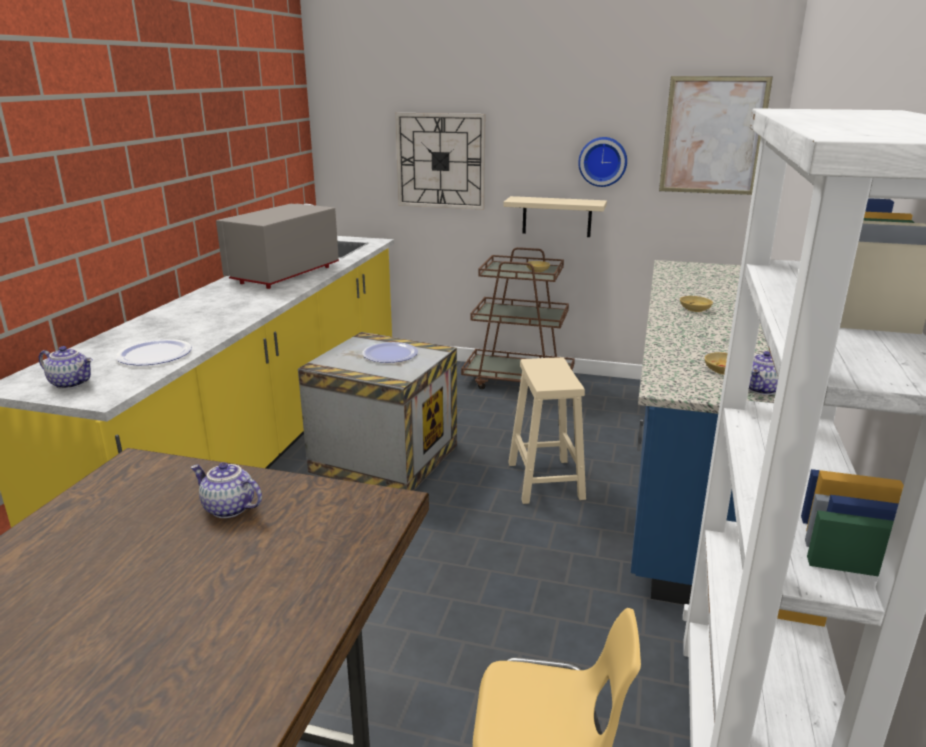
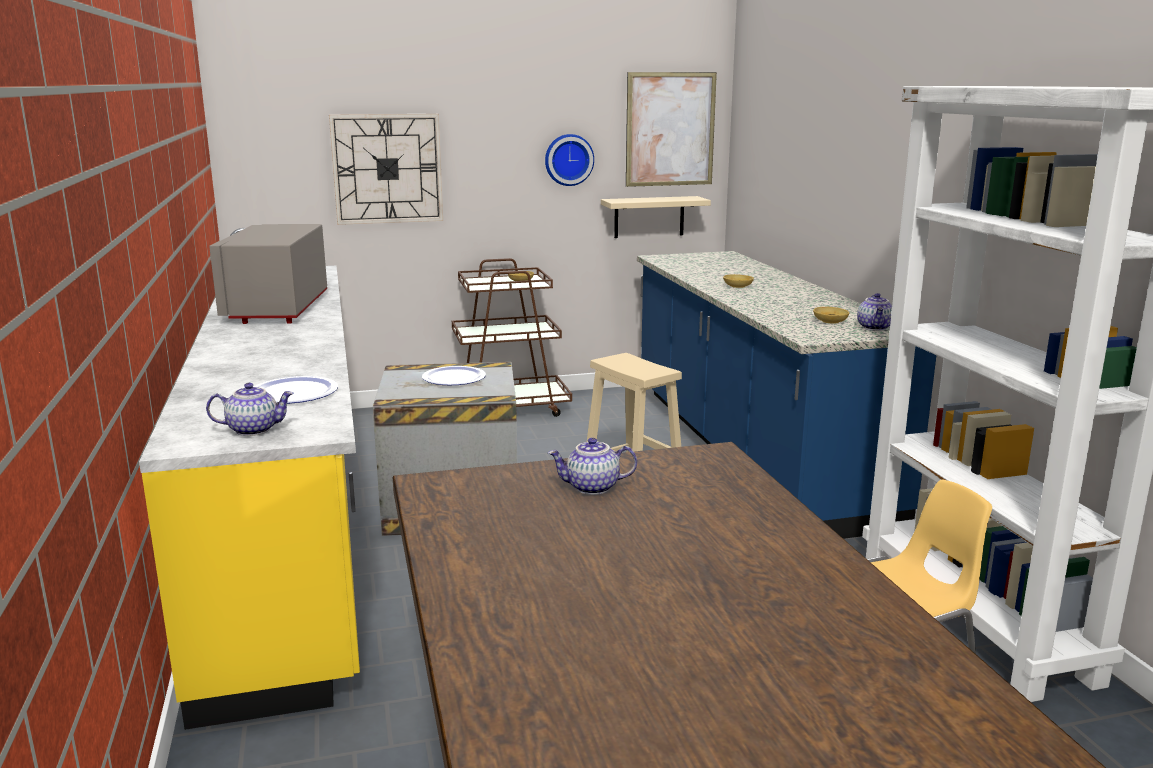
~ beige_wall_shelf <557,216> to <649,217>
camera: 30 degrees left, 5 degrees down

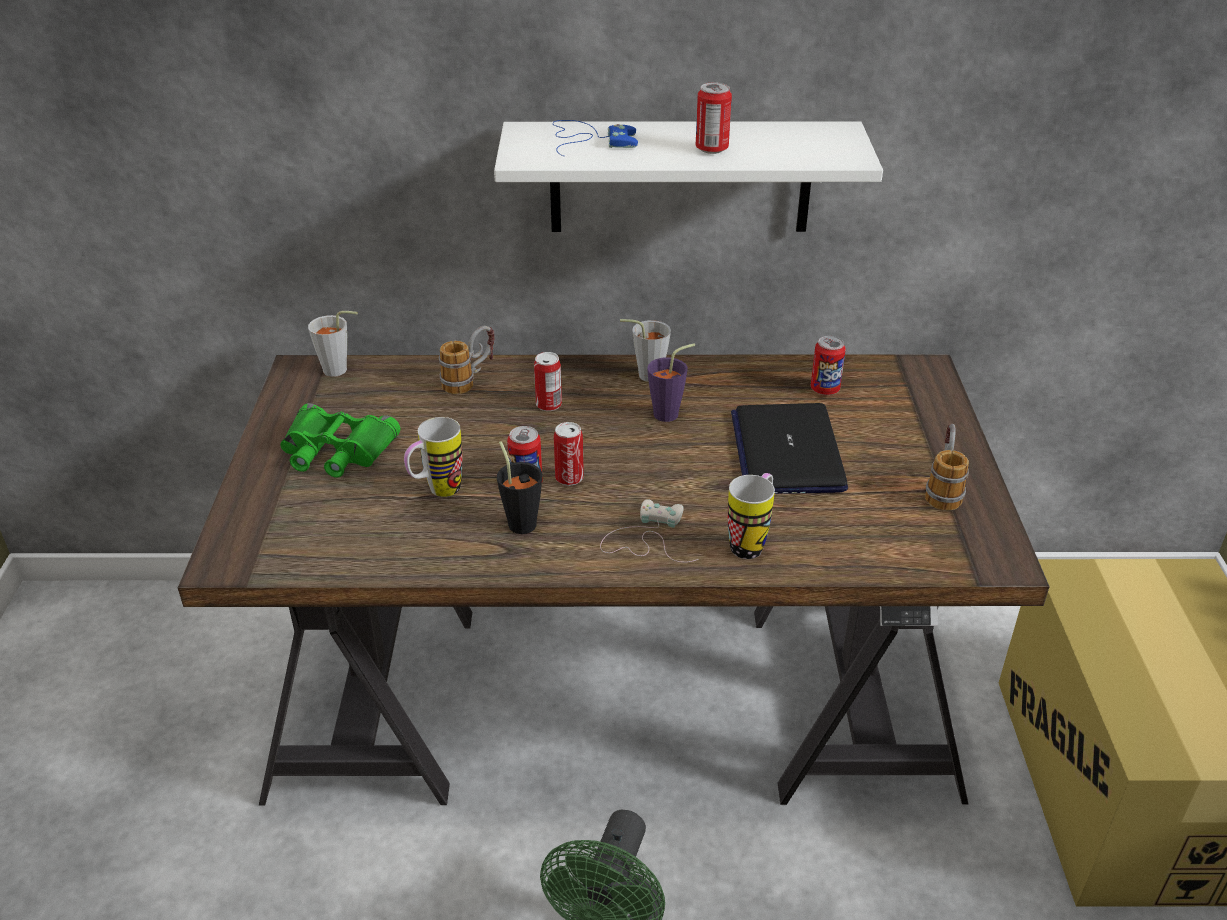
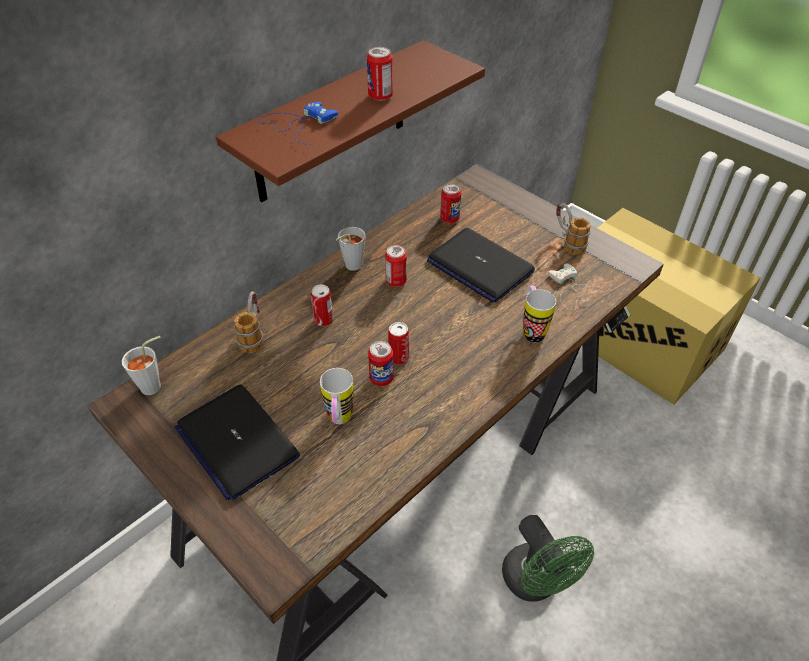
- black_cup <520,520>
~ white-coloured_gamepad <646,537> to <573,290>
~ green_field_glasses <336,450> to portable_computer <236,441>
~ purple-coloured_cup <671,413> to can <396,281>
~ white-coloured_wall_shelf <680,177> to brown-coloured_wall_shelf <331,123>
camera: 45 degrees left, 10 degrees up

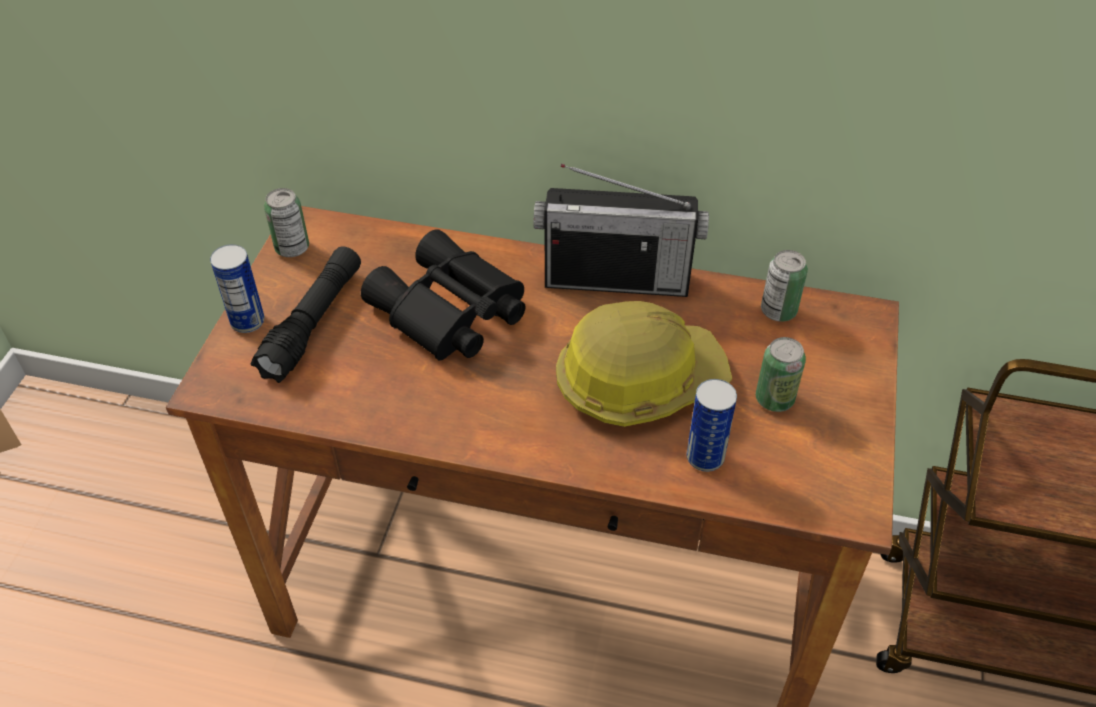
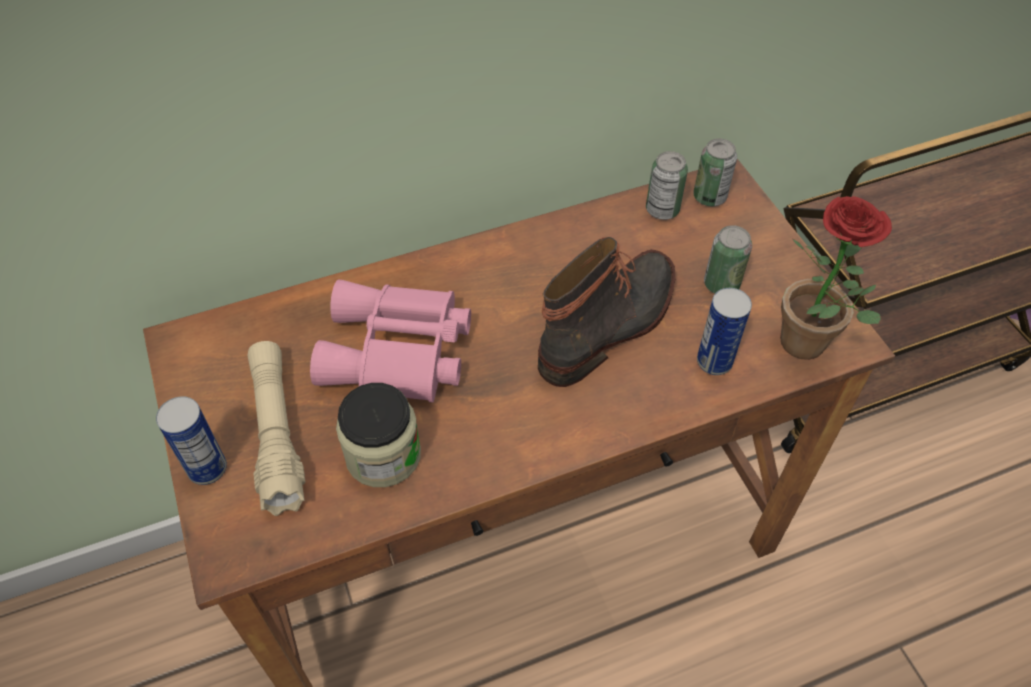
- radio_set <616,280>
+ preserve_jar <383,455>
+ plant_in_a_pot <810,349>
~ can <292,248> to <709,197>
~ hard_hat <638,381> to tall_boot <609,326>
~ black_torch <313,323> to beige_torch <277,433>
~ black_field_glasses <448,313> to pink_field_glasses <398,354>
camera: 35 degrees left, 5 degrees up

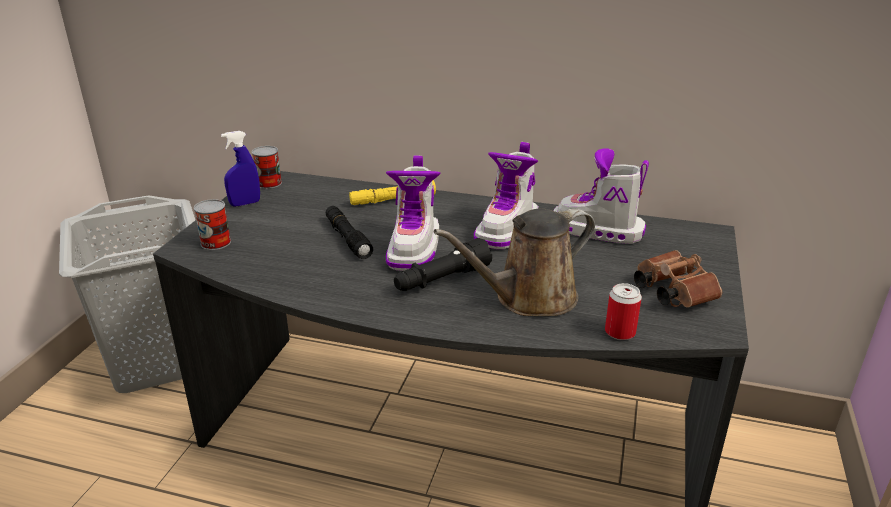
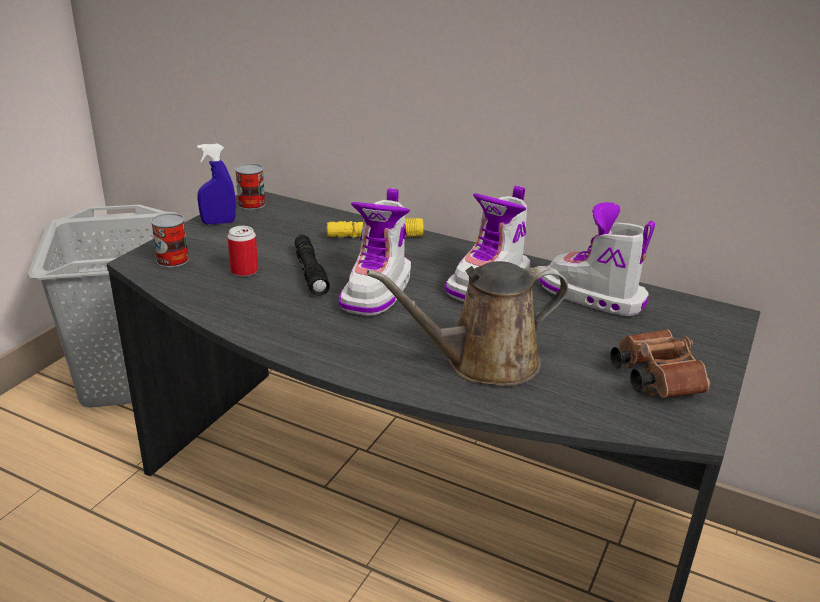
- black_torch <441,280>
~ can <620,332> to <244,271>
camera: 10 degrees right, 0 degrees up

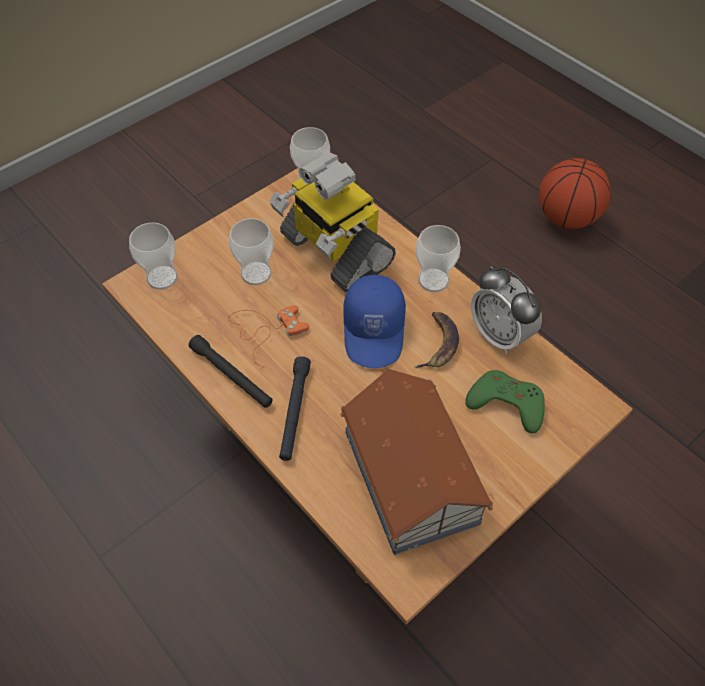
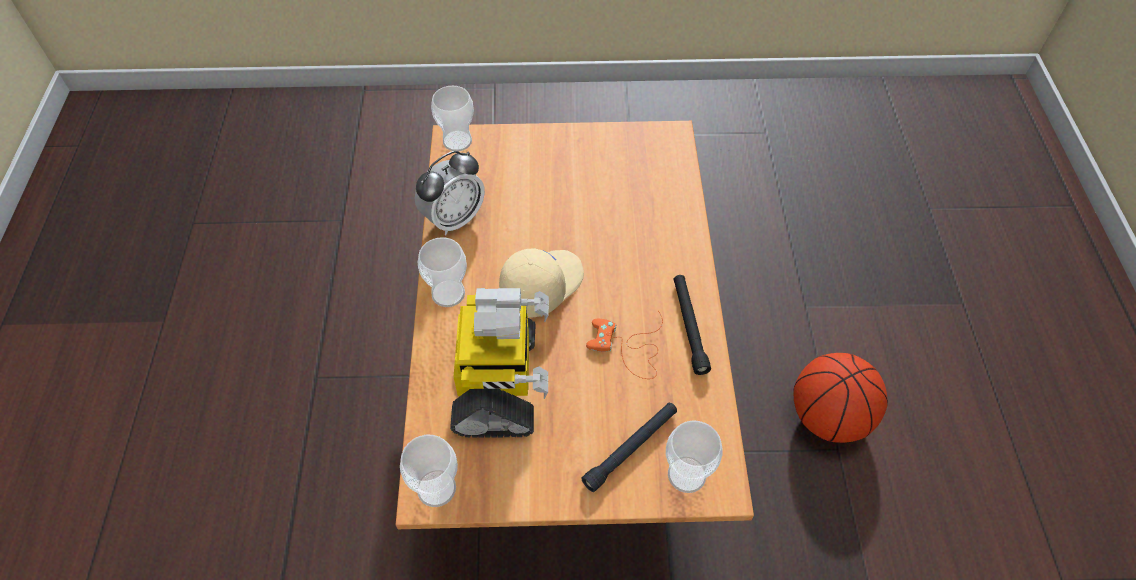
- model_house <411,474>
- whole_banana <438,343>
- green_gamepad <506,403>
~ cup <256,273> to <457,141>
~ black_torch <294,412> to <631,448>
~ ball_for_basketball <566,218> to <827,418>
~ bluish_peaked_cap <375,331> to beige_peaked_cap <541,284>
~ bedside_clock <499,335> = <454,219> 45 degrees clockwise
camera: 140 degrees left, 0 degrees up

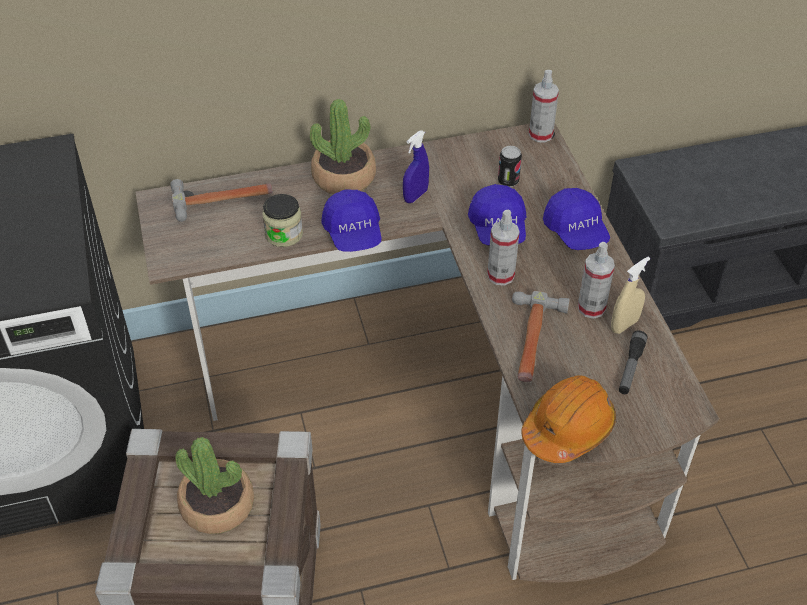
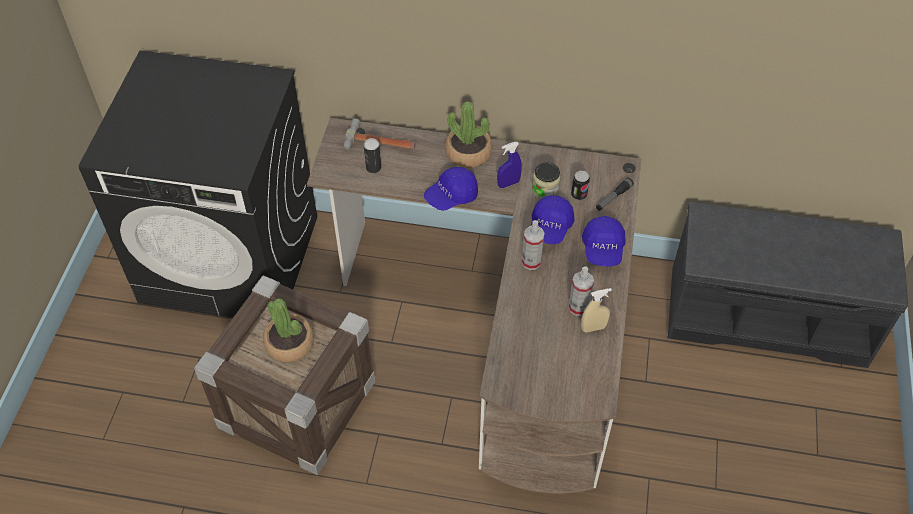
- hammer <533,341>
- orange-coloured_hard_hat <568,428>
- sprayer <540,134>
+ can <373,167>
~ preserve_jar <284,234> to <545,190>
~ torch <630,367> to <613,198>
~ bluish_peaked_cap <353,233> = <451,196> 45 degrees clockwise
camera: 25 degrees right, 5 degrees up

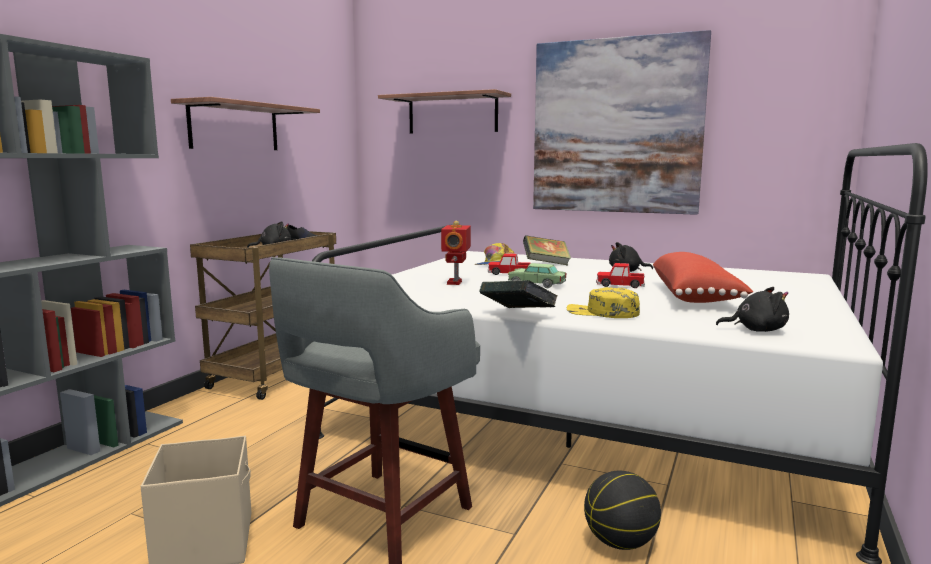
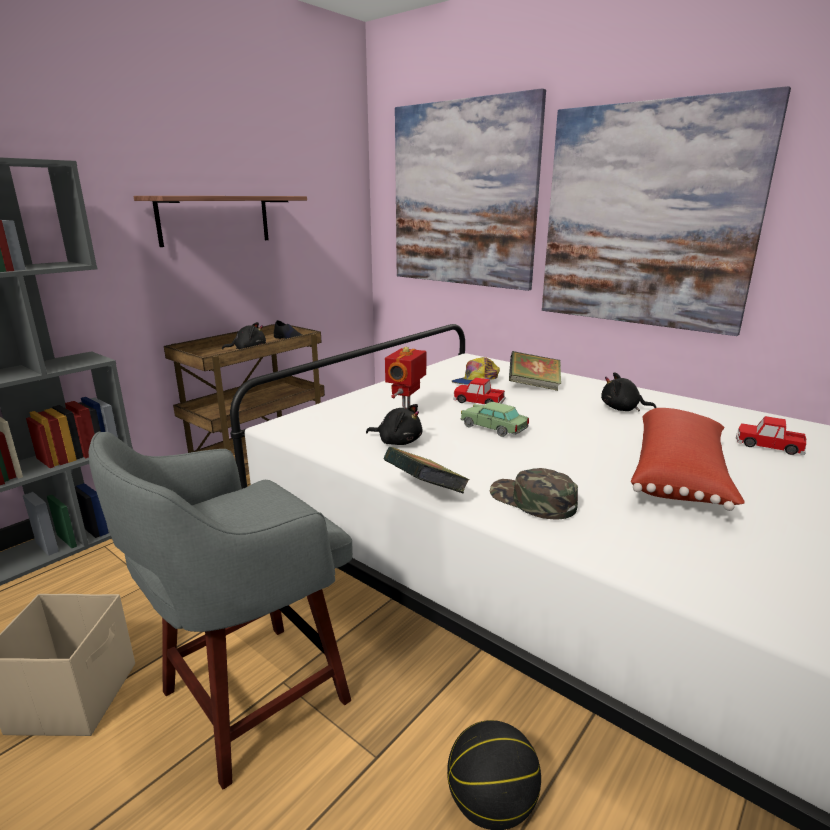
~ model_car <620,285> to <768,445>
~ black_plush_toy <756,330> to <398,442>
~ wall_shelf <452,114> to wall_picture <463,195>
~ yellow-coloured_peaked_cap <602,313> to green_peaked_cap <532,500>
camera: 15 degrees right, 10 degrees up

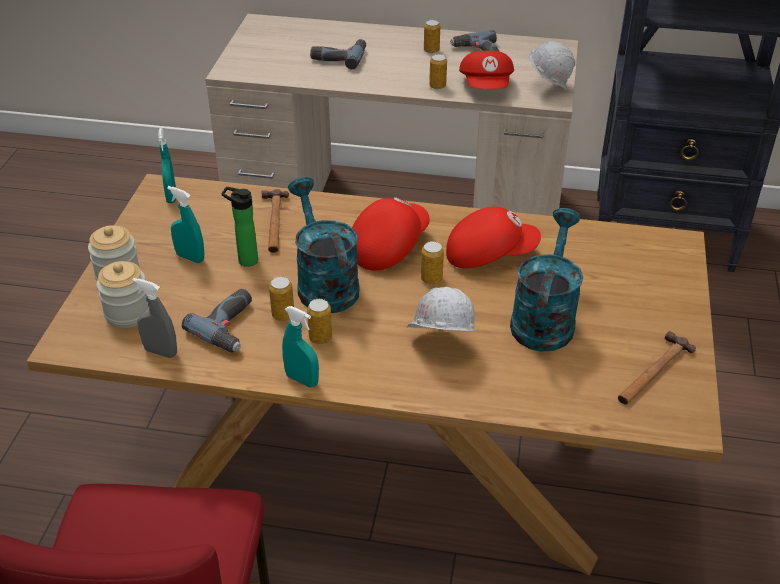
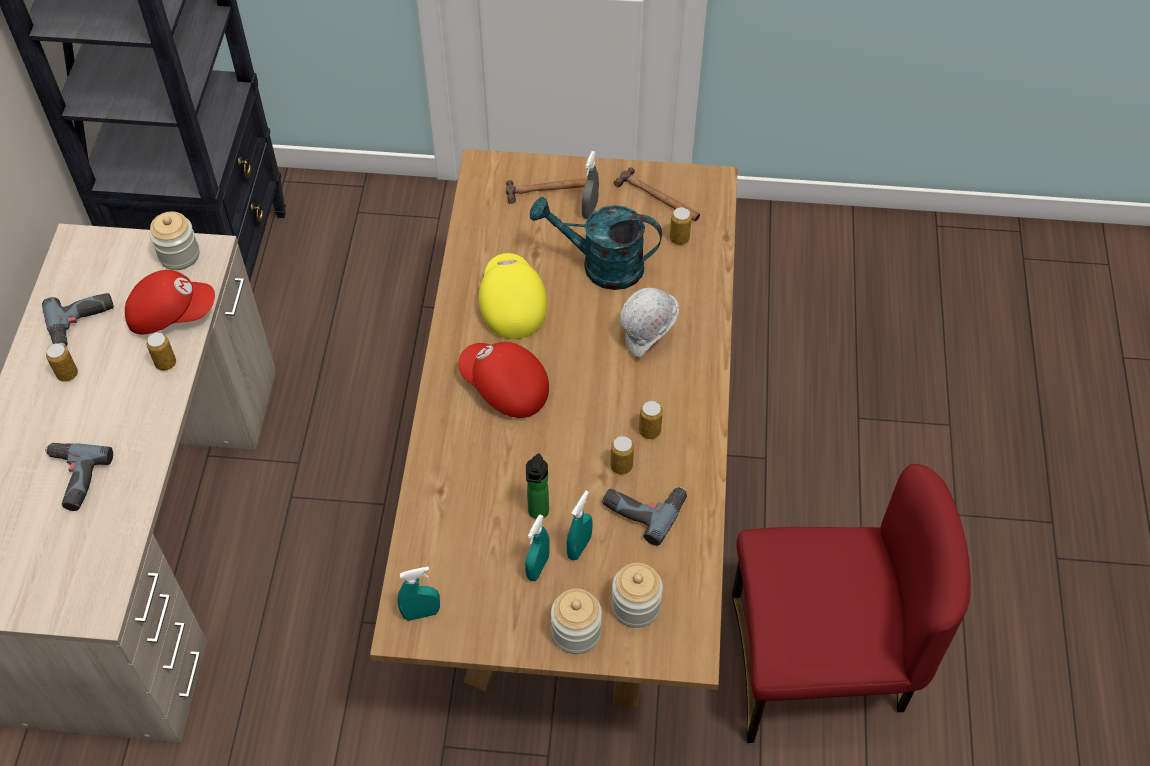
- turquoise-coloured_sprinkling_can <323,283>
~ grey_sprayer <160,352> to <590,209>
~ hammer <274,223> to <552,189>
~ turquoise-coloured_sprayer <302,380> to <579,547>
~ can <431,279> to <679,238>
~ white-coloured_hard_hat <548,87> to preserve_jar <179,255>
~ red_peaked_cap <489,254> to yellow-coloured_peaked_cap <511,305>
camera: 95 degrees left, 15 degrees up

